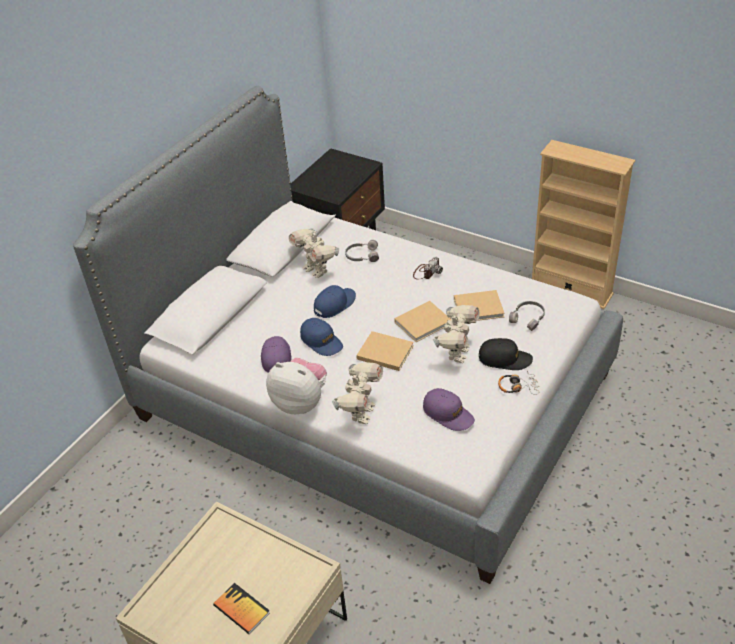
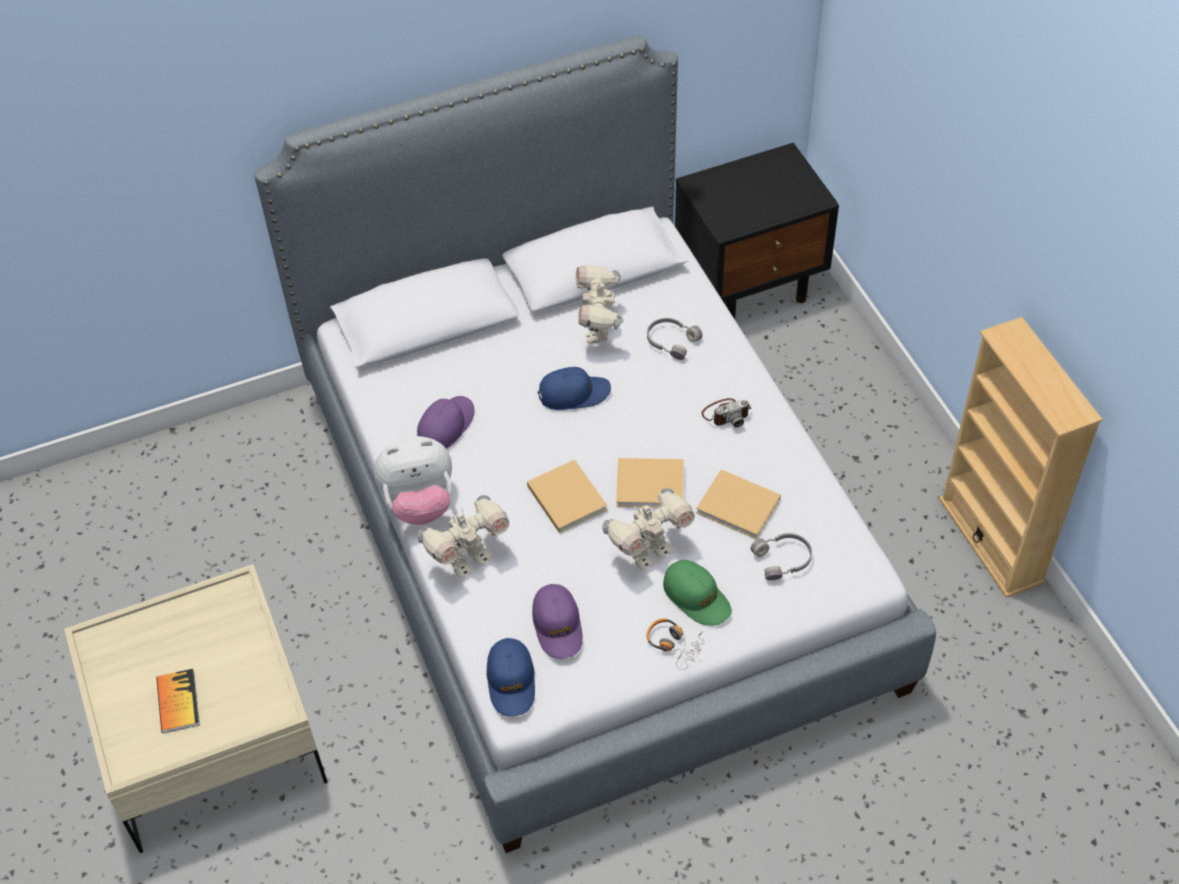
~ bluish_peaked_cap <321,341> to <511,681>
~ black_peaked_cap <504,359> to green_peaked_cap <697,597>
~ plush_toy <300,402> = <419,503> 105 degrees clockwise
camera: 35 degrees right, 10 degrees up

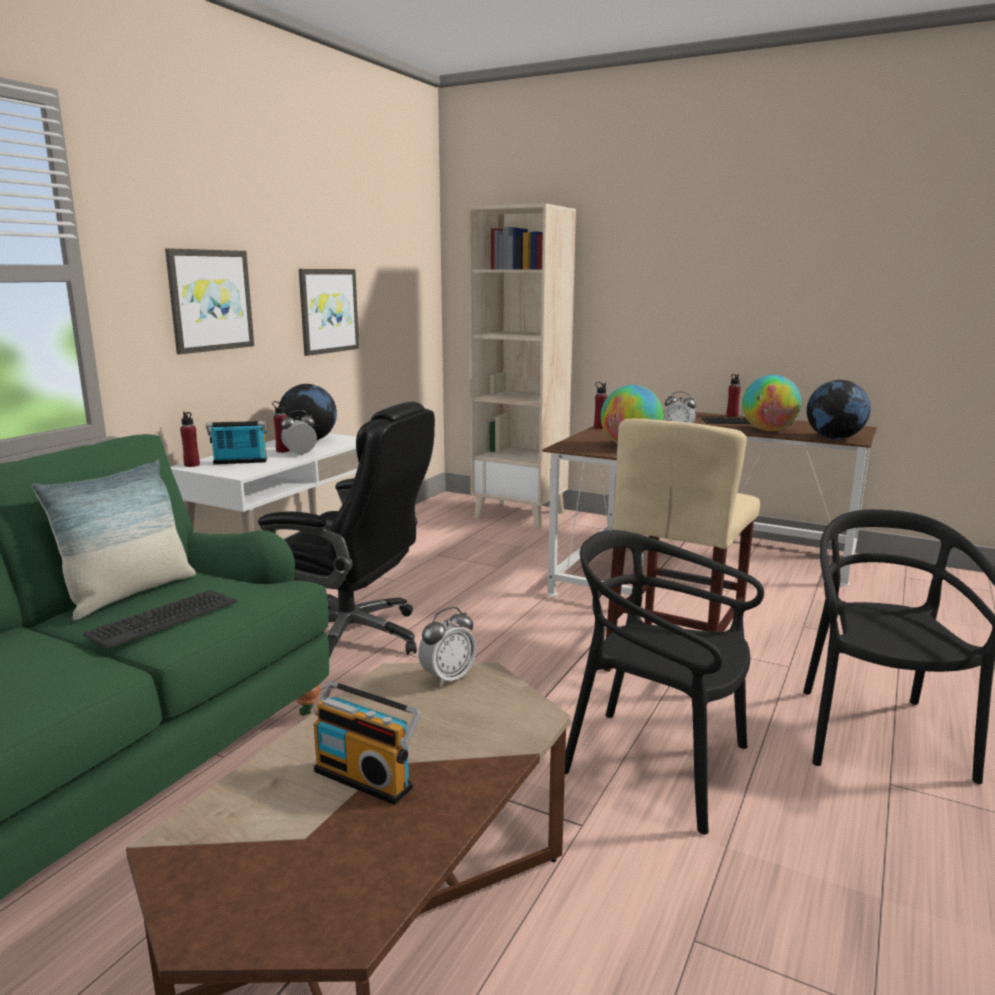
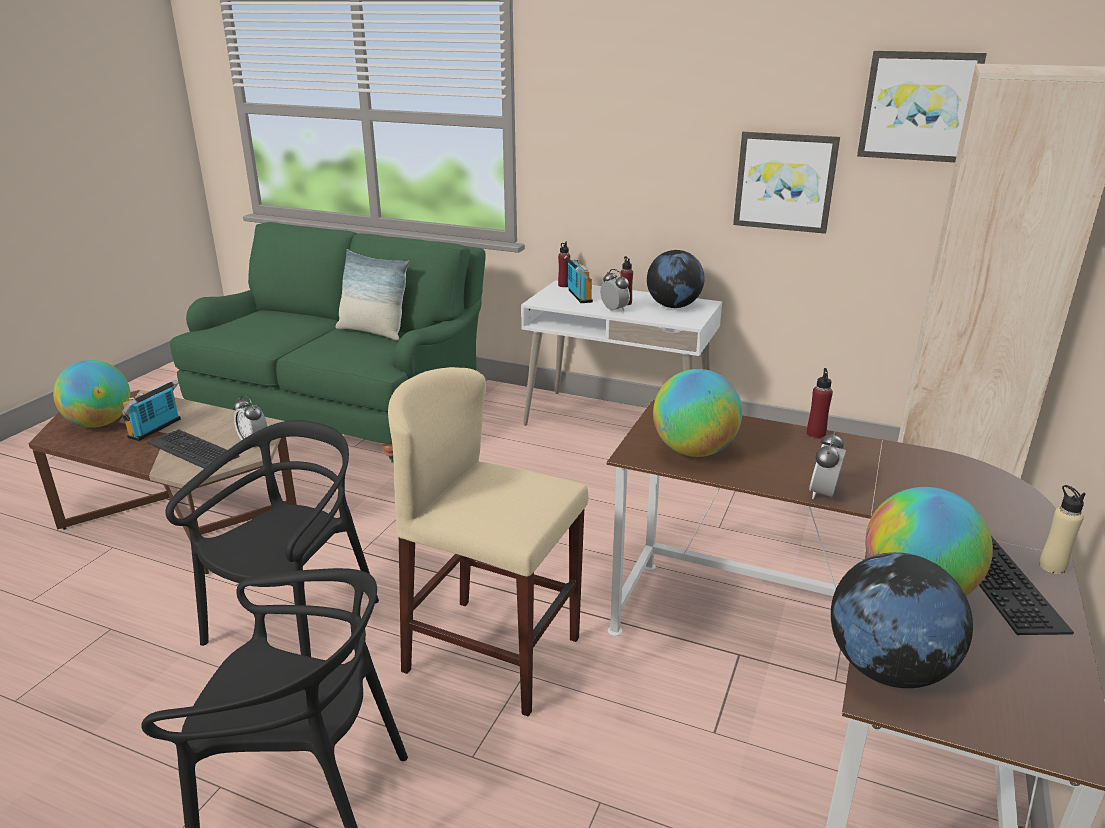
- black_computer_chair <353,638>
+ desk_globe <100,423>
~ PC_keyboard <163,618> to <194,450>
~ wall_picture <210,300> to <918,106>
~ red_beverage_bottle <732,416> to beige_beverage_bottle <1052,566>
camera: 85 degrees right, 10 degrees up

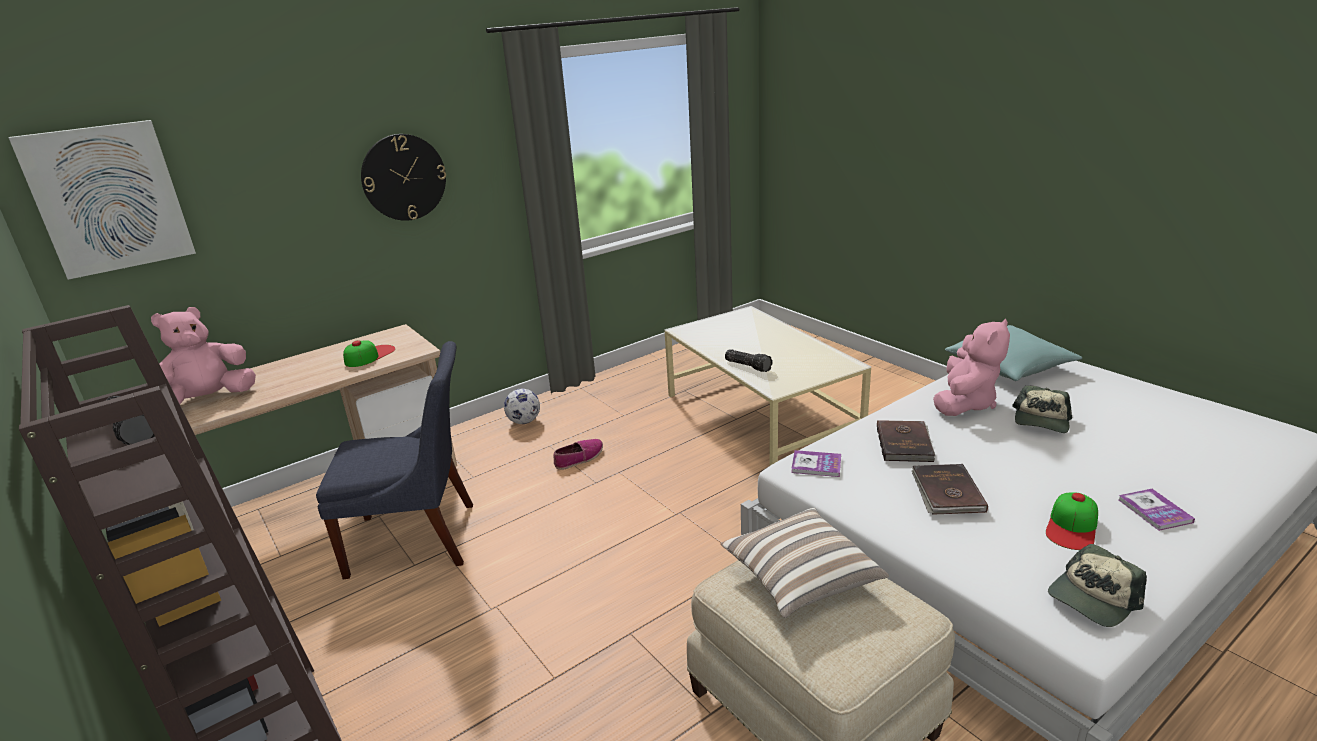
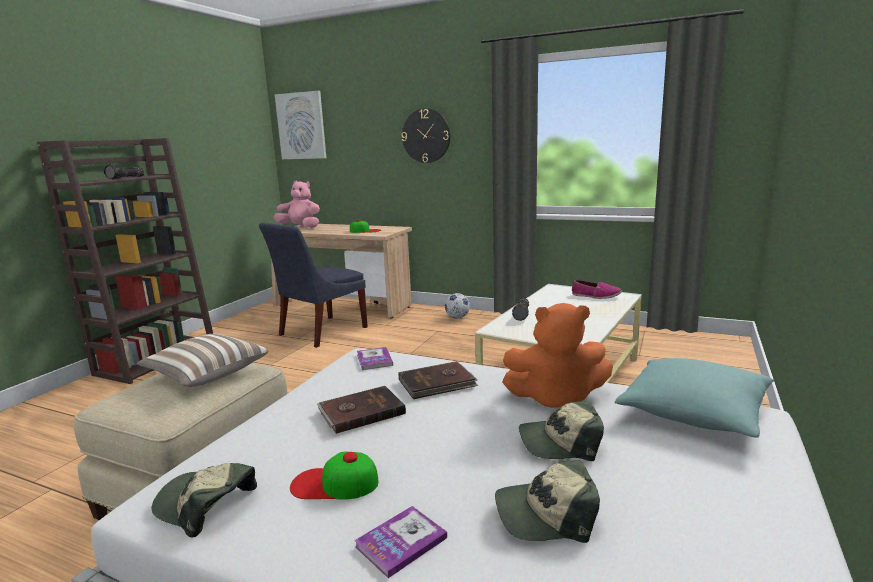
+ peaked_cap <546,514>
~ low_shoe <579,458> to <596,296>
~ pink_plush_toy <965,403> to orange-coloured_plush_toy <556,398>
~ bluish_plain_chair <419,539> = <320,332> 75 degrees clockwise
camera: 60 degrees right, 10 degrees down

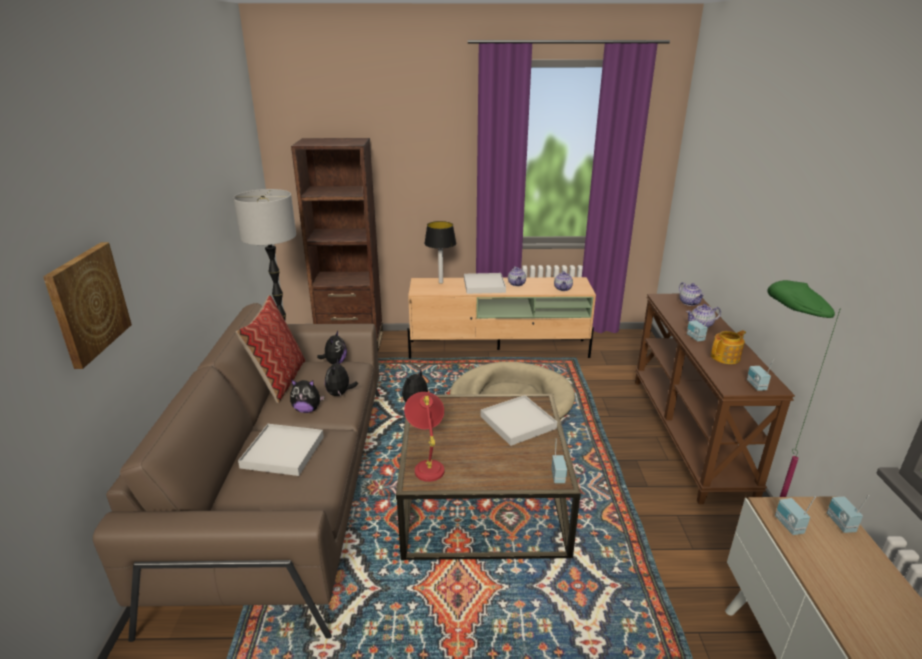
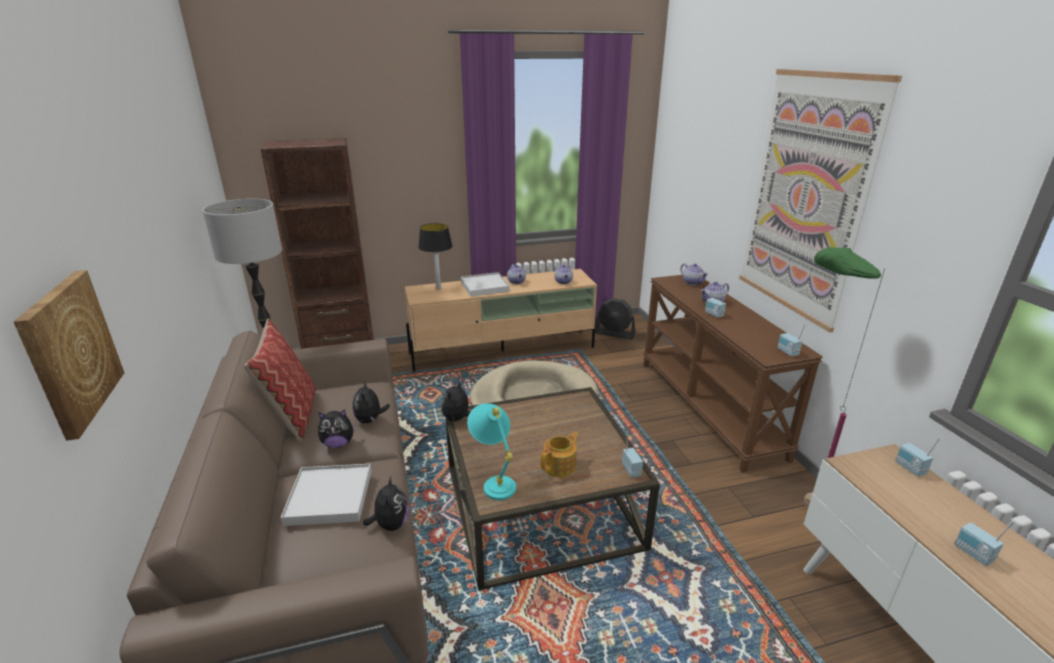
- white-coloured_tray <518,422>
+ black_cooling_fan <615,333>
+ wall_picture <806,197>
~ plush_toy <335,363> to <390,524>
~ tea_pot <726,357> to <560,466>
~ radio_set <788,525> to <972,554>
~ red_tabletop_lamp <427,464> to turquoise-coloured_tabletop_lamp <495,481>
camera: 15 degrees left, 0 degrees up

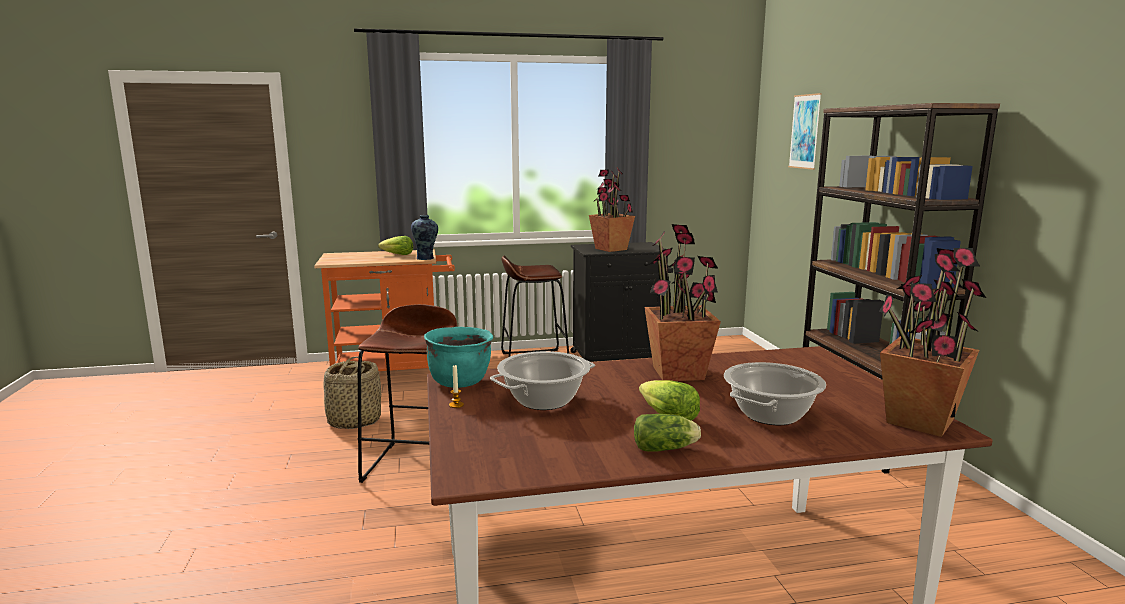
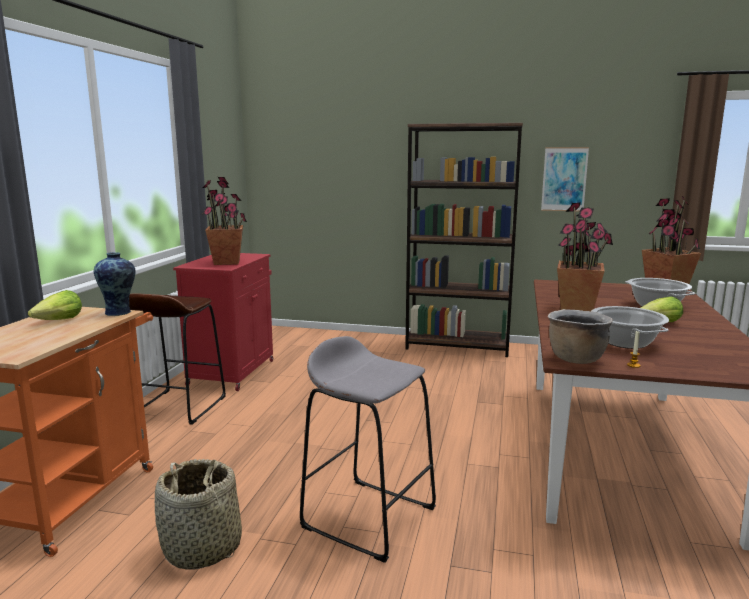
- lettuce_head <666,448>
~ wall_picture <805,131> to <564,179>
~ brown-coloured_stool <417,464> to grey_stool <369,517>
~ turquoise-coloured_cooking_pot <460,382> to brown-coloured_cooking_pot <575,359>
~ black_cabinet <619,358> to red_cabinet <232,372>
camera: 65 degrees left, 0 degrees up

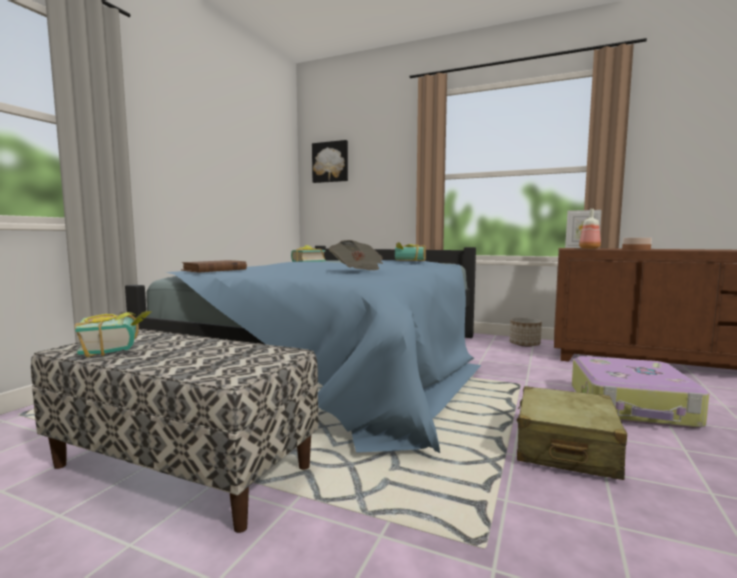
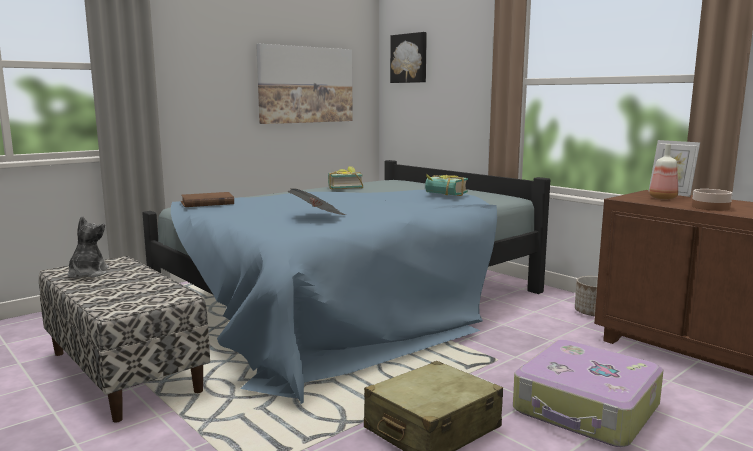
+ wall_picture <306,85>
~ volume <118,348> to plush_toy <88,274>
camera: 25 degrees right, 5 degrees up

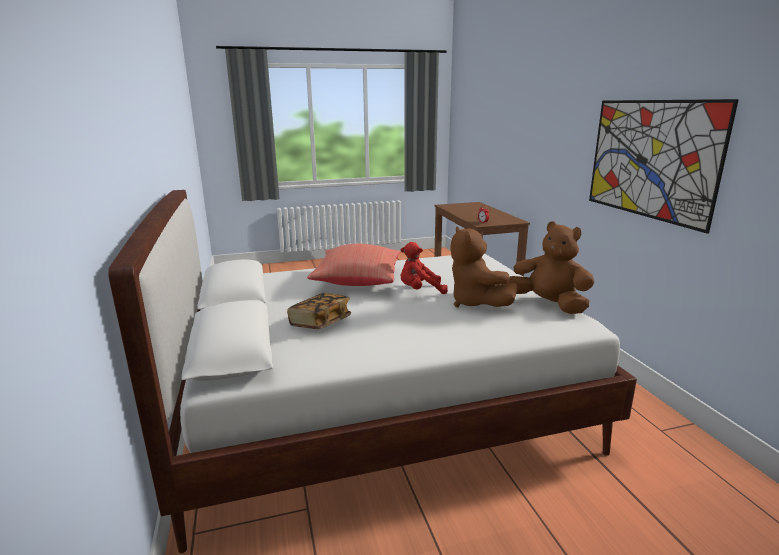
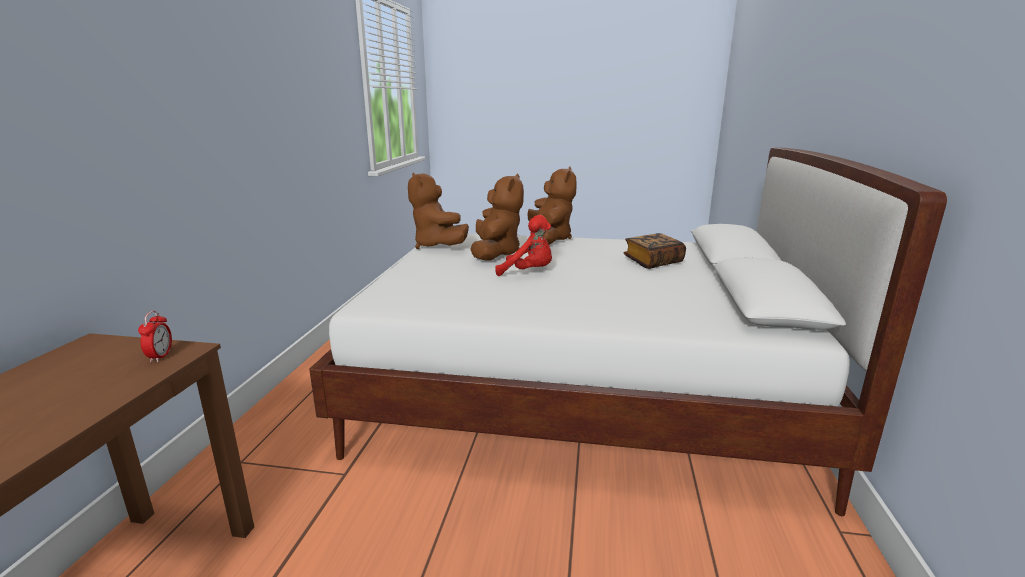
- red_cushion <357,281>
- wall_picture <650,159>
+ brown-coloured_plush_toy <549,239>
camera: 155 degrees left, 0 degrees up

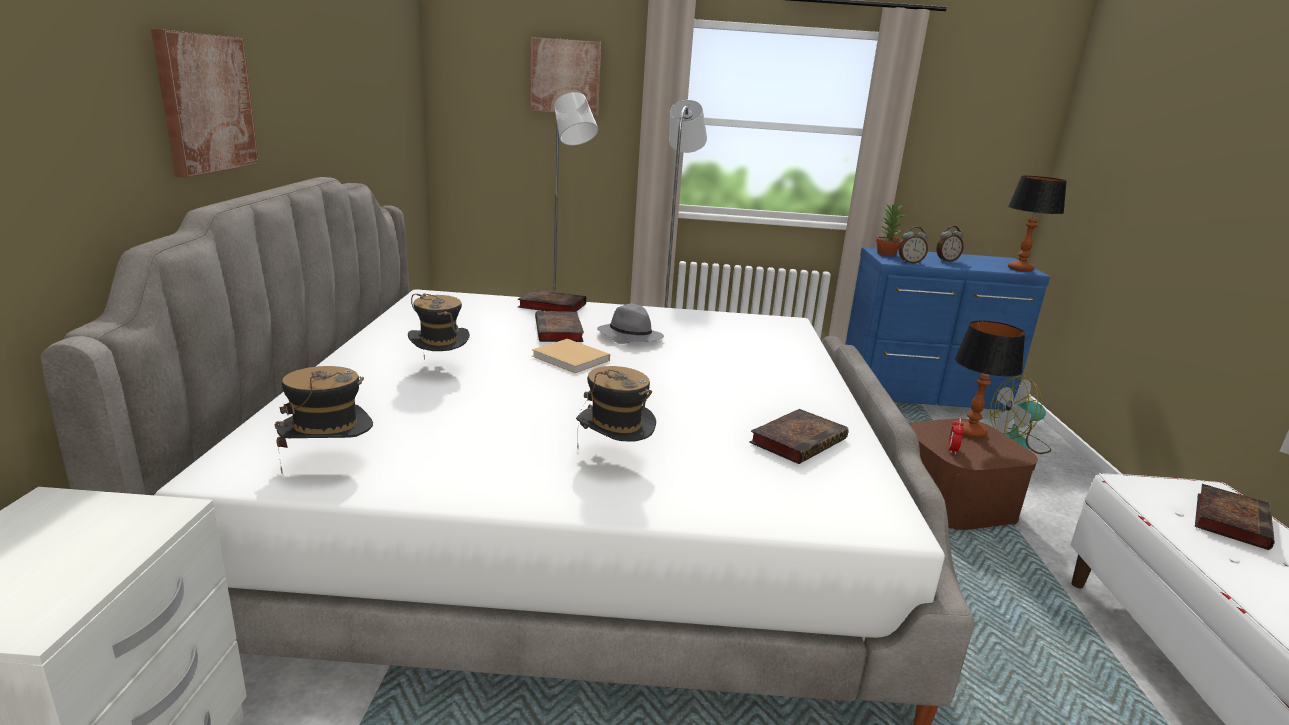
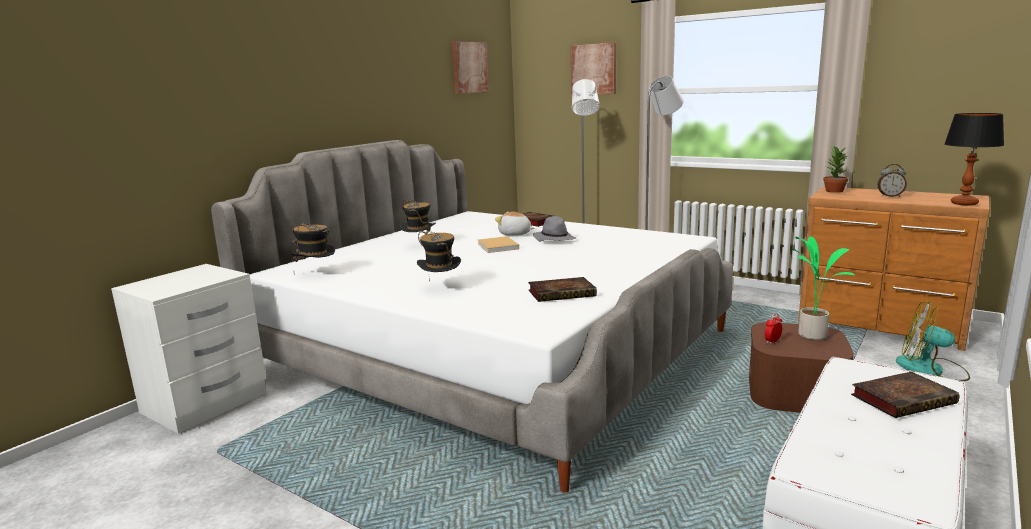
- bedside_clock <910,262>
~ wall_picture <205,103> to <469,67>
~ volume <559,331> to plush_toy <515,234>
~ tabletop_lamp <970,433> to plant_in_a_pot <812,334>
~ bluish_chest_of_drawers <924,396> to brown-coloured_chest_of_drawers <881,326>
camera: 35 degrees right, 5 degrees down

